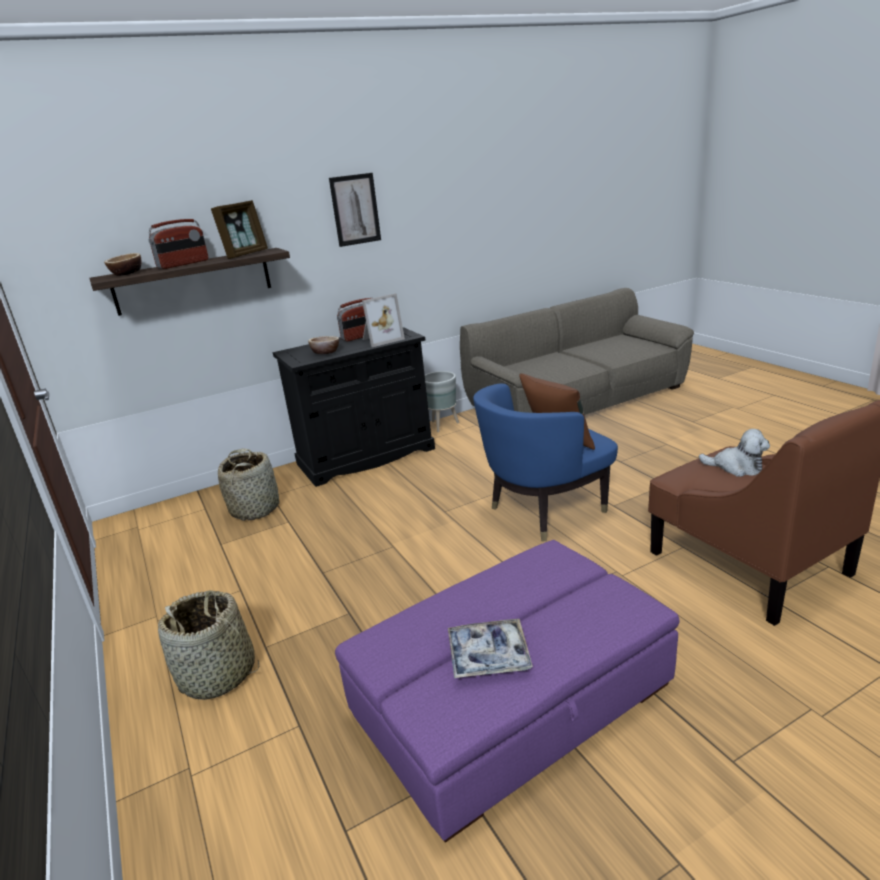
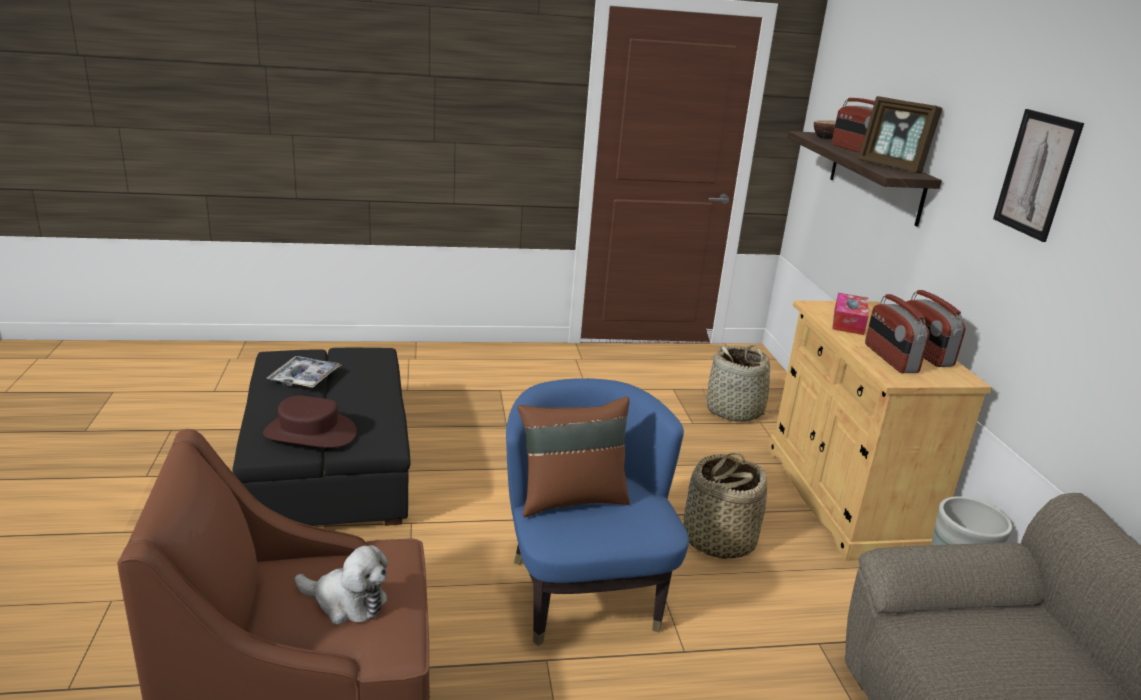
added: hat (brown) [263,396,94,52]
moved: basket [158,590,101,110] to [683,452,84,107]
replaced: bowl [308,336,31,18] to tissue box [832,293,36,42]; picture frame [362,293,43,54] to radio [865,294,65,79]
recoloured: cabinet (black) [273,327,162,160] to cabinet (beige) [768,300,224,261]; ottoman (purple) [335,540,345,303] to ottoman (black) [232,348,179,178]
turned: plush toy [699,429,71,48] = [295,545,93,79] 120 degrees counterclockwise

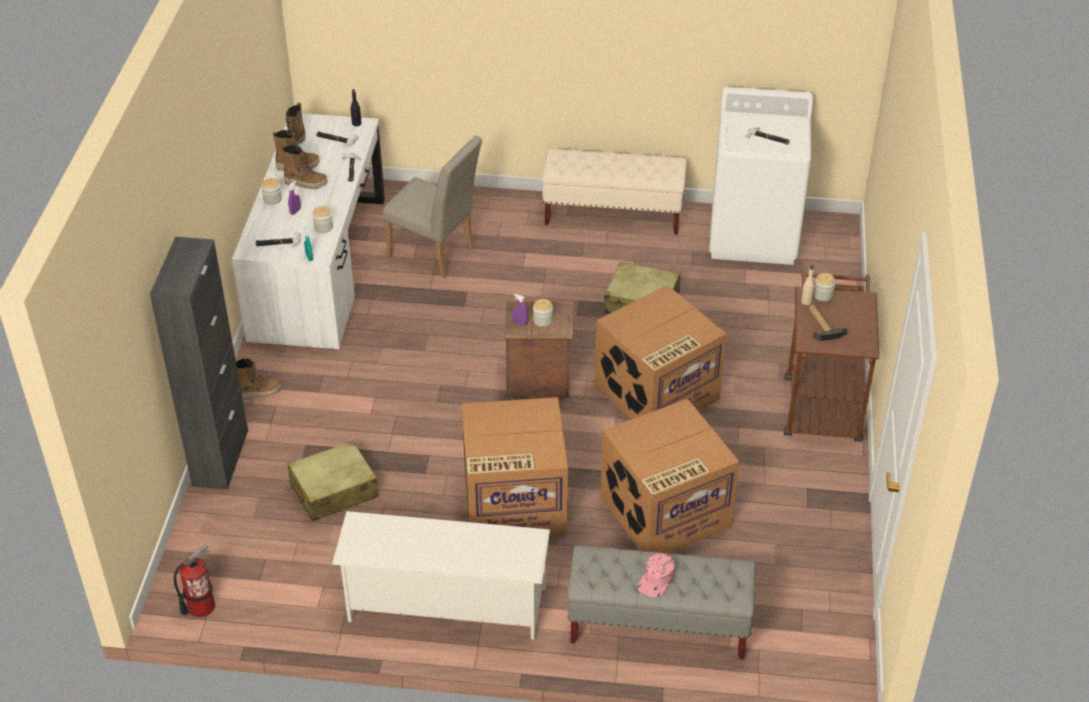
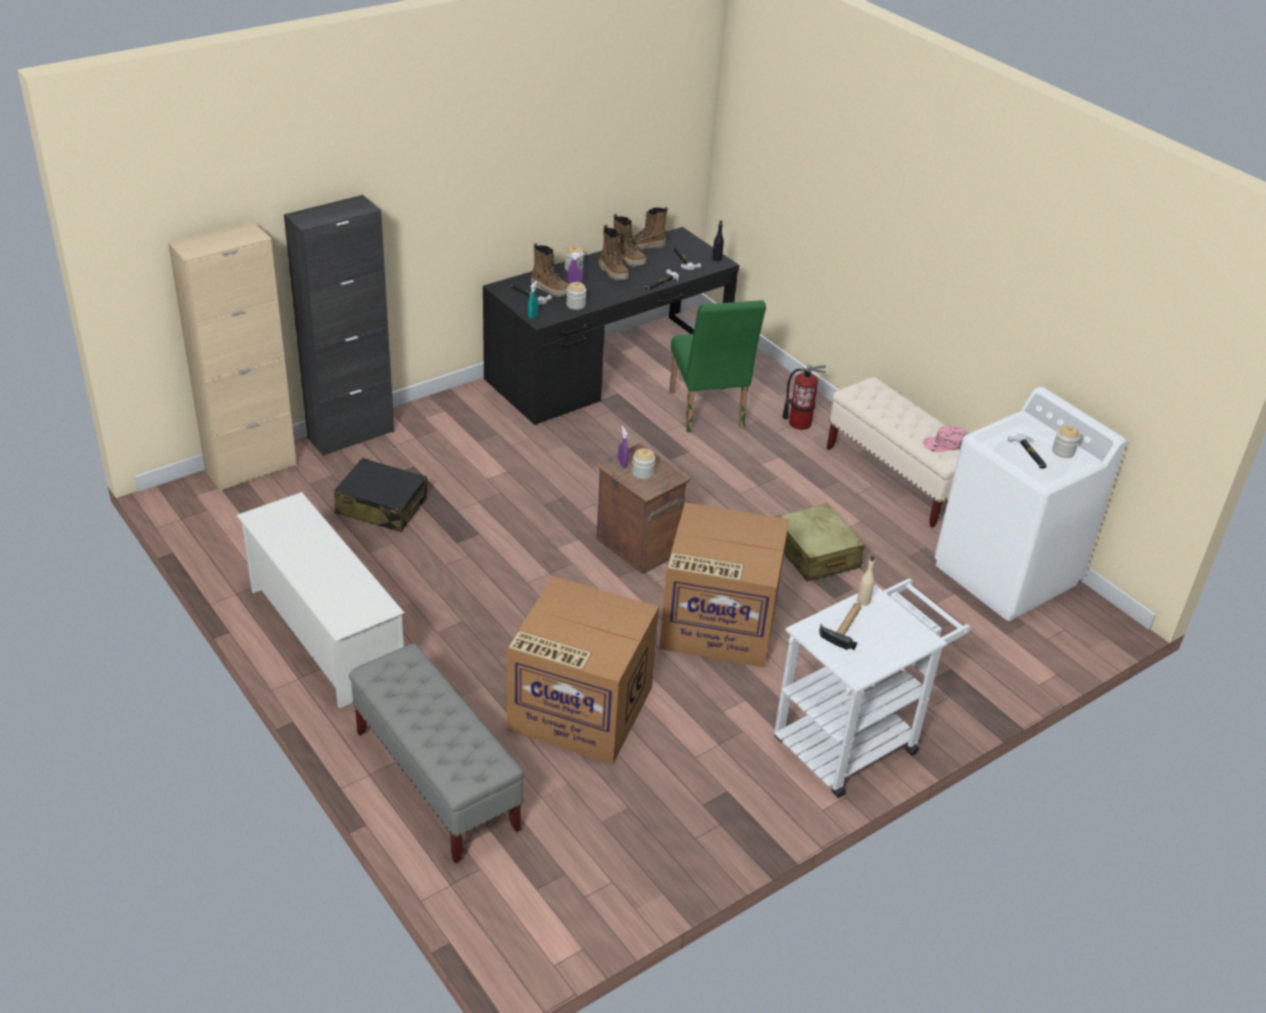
removed: cardboard box [462,397,106,138]
added: cabinet (beige) [168,222,129,269]
moved: fire extinguisher [174,544,41,73] to [782,365,44,65]; boot [236,358,46,42] to [531,243,38,54]; cap (pink) [638,553,37,44] to [923,425,44,27]; jar [813,273,23,28] to [1052,426,28,32]
recoloured: desk (white) [232,113,153,236] to desk (black) [483,227,256,198]; suitcase (beige) [288,441,91,80] to suitcase (black) [334,458,93,74]; chair (beige) [383,136,99,142] to chair (green) [669,300,97,133]; cart (brown) [784,269,95,173] to cart (white) [774,579,197,219]

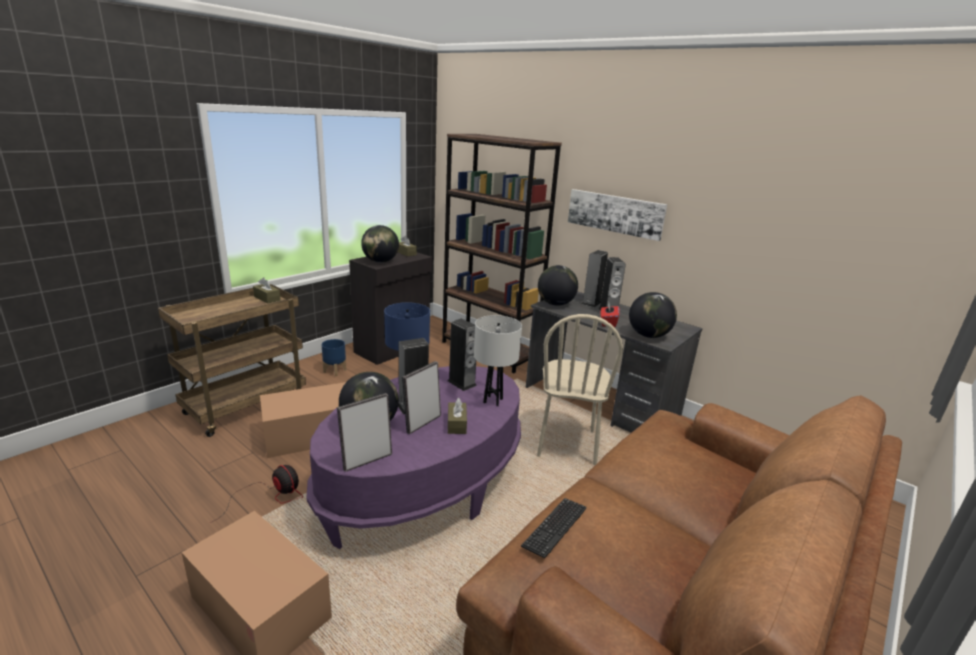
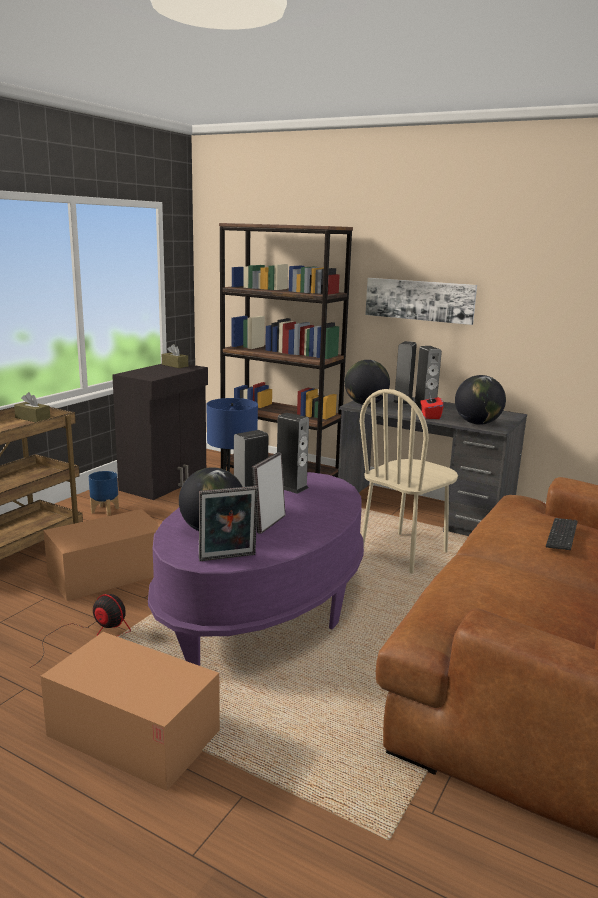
removed: globe [361,225,38,38]; tissue box (brown) [448,398,19,36]; table lamp (white) [474,315,48,91]
moved: keyboard [521,498,66,60] to [546,518,32,32]
turned: picture frame [337,393,55,79] = [199,486,59,75] 150 degrees counterclockwise; chair (beige) [537,314,86,151] = [360,389,98,185] 45 degrees clockwise

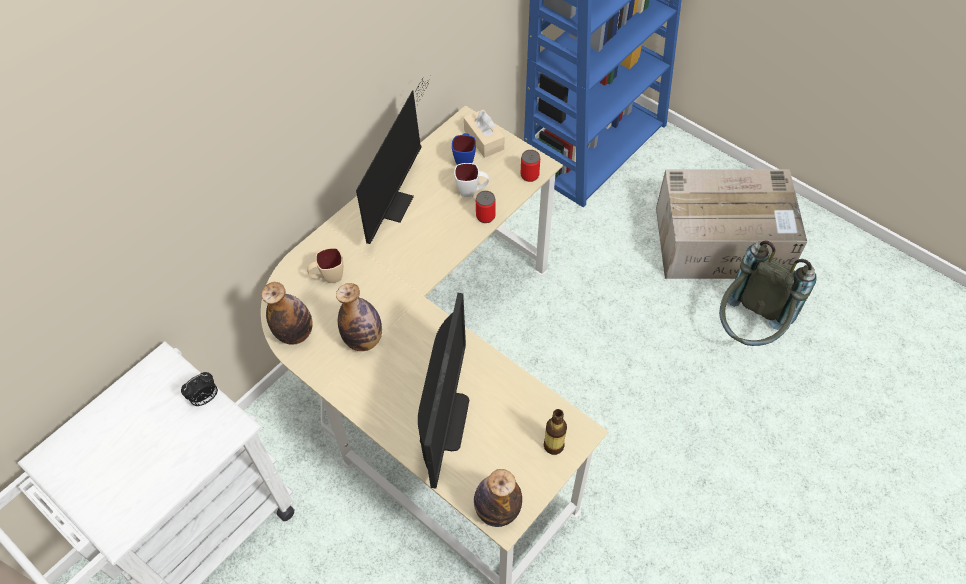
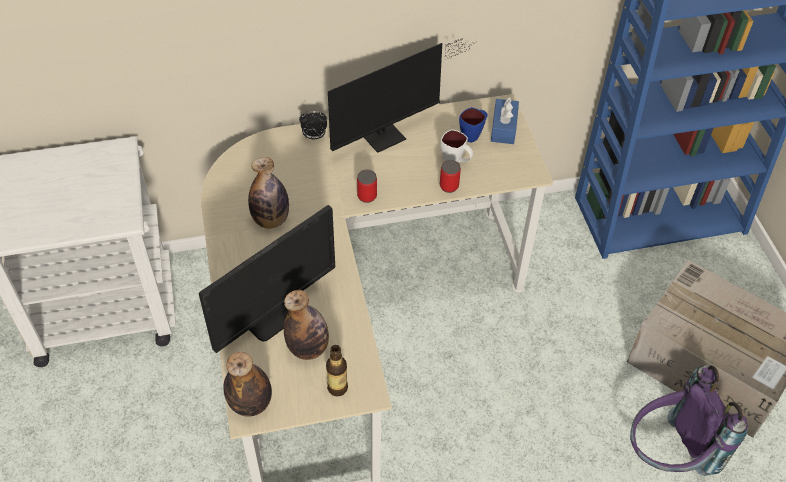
removed: mug (beige) [307,248,36,35]
moved: alarm clock [181,372,37,34] to [299,111,28,28]; bottle [261,282,52,63] to [284,290,45,70]; can [520,150,20,32] to [357,170,20,33]
recoloured: tissue box (beige) [464,109,40,49] to tissue box (blue) [491,98,28,46]; backpack (grey) [719,240,98,106] to backpack (purple) [630,365,118,111]

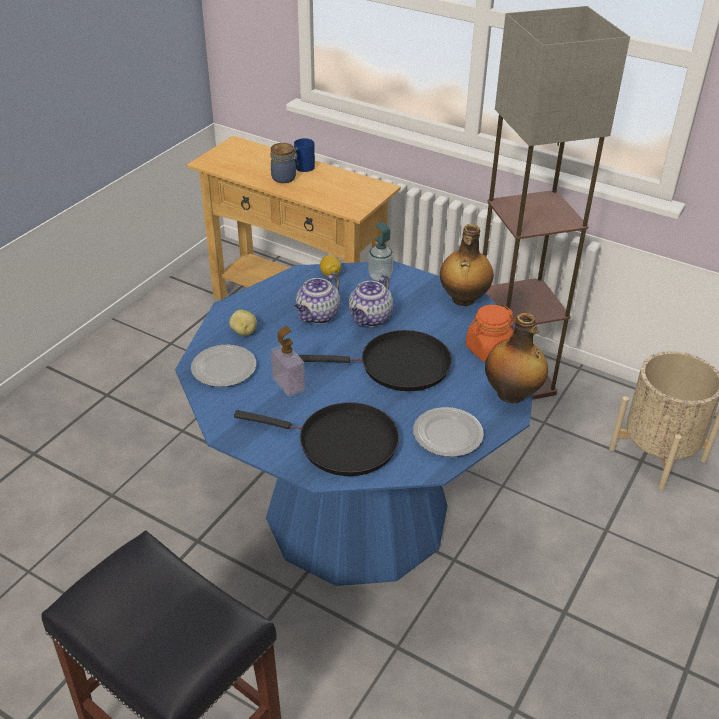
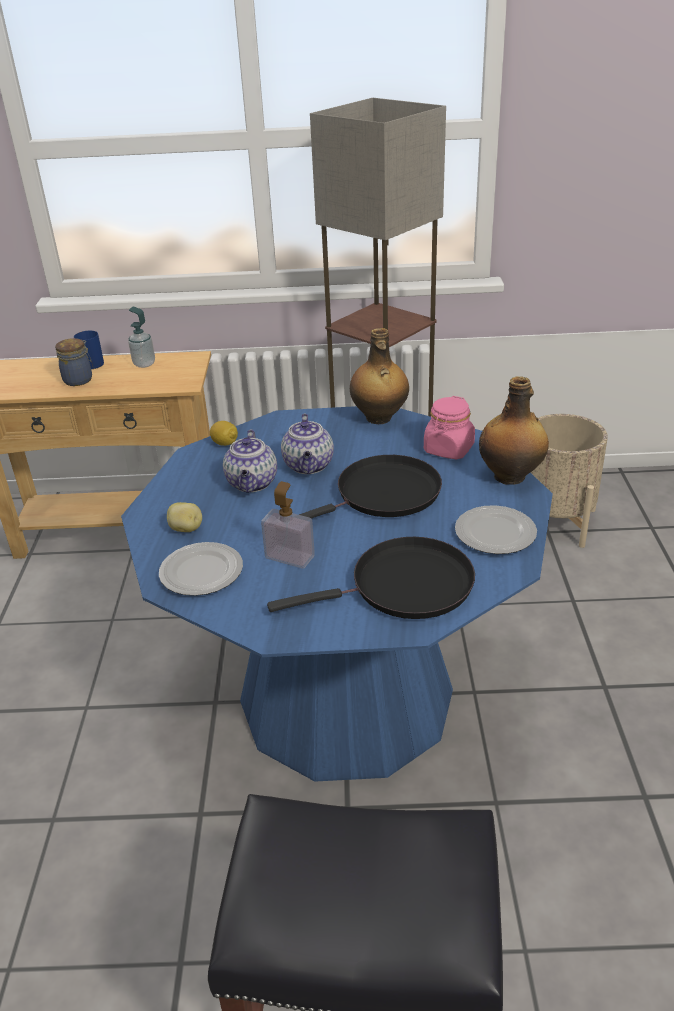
moved: soap dispenser [368,222,25,59] to [128,307,27,61]
recoloured: jar (orange) [466,305,48,57] to jar (pink) [424,396,51,64]

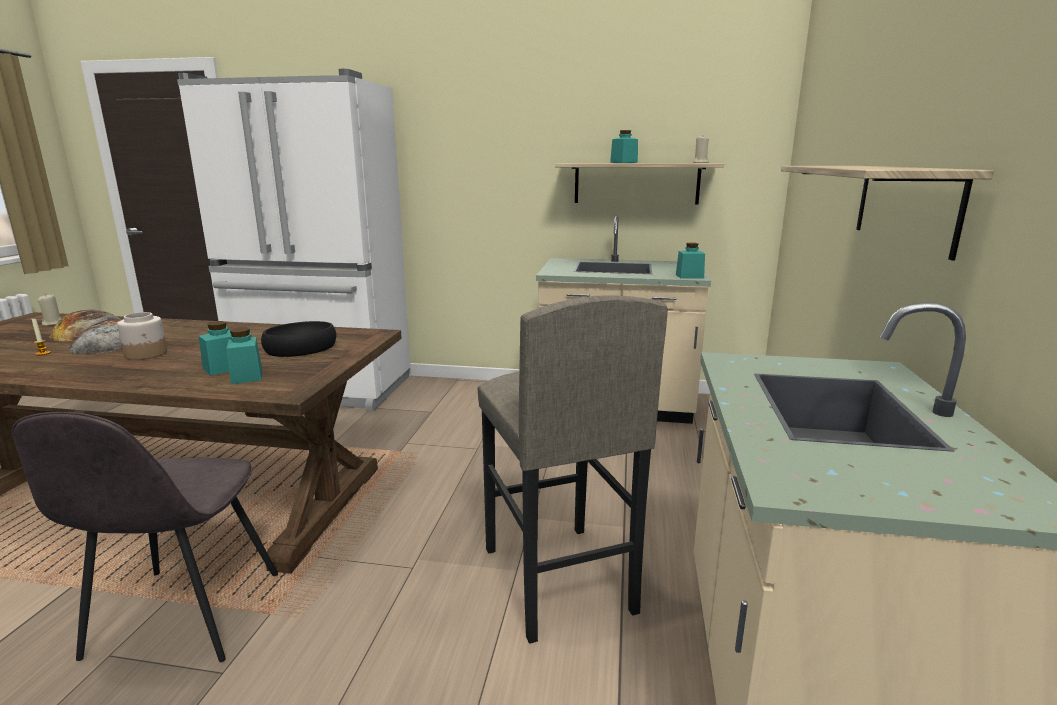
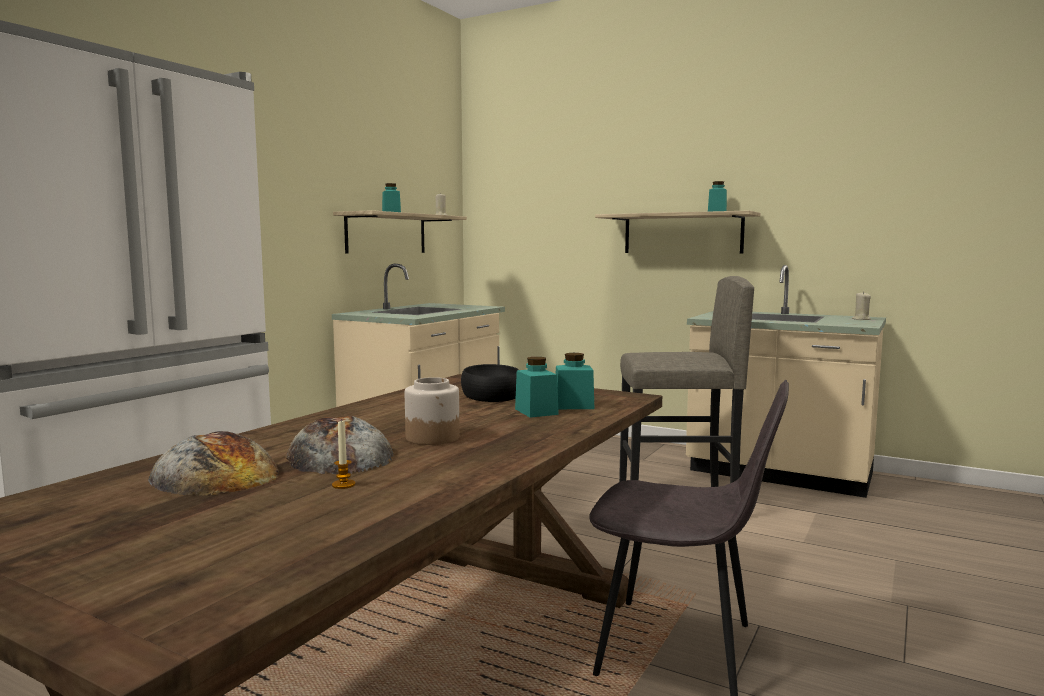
moved: candle (beige) [37,294,24,32] to [852,292,19,28]; jar (turquoise) [676,243,29,36] to [708,181,19,30]

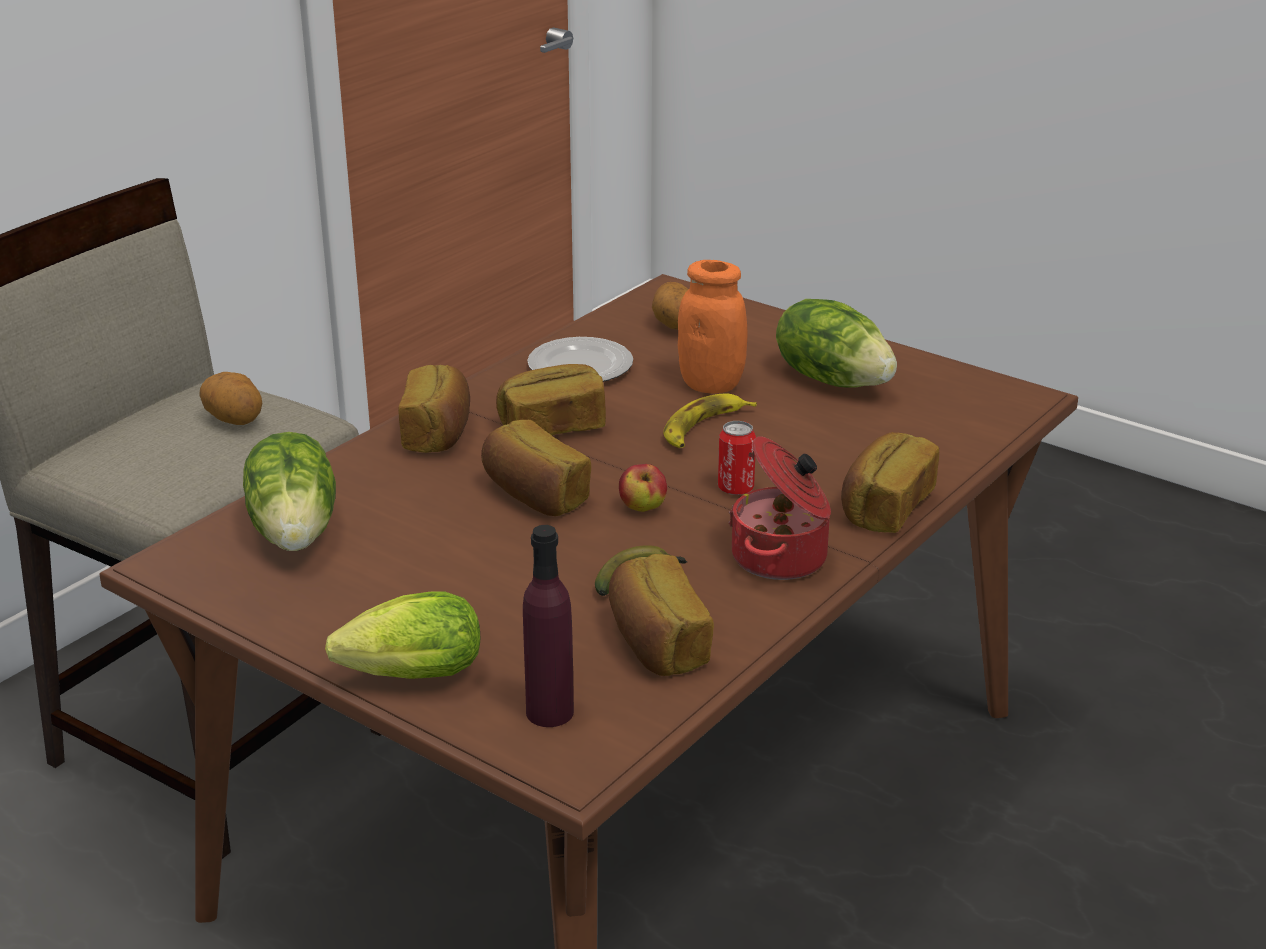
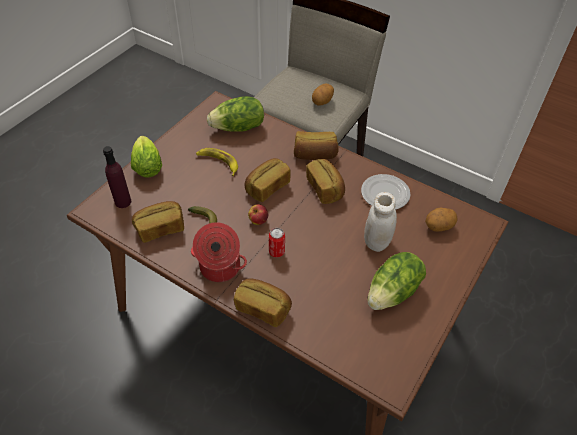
moved: banana [663,393,94,55] to [196,148,42,28]
recoloured: jar (orange) [678,260,70,134] to jar (white) [364,192,33,60]

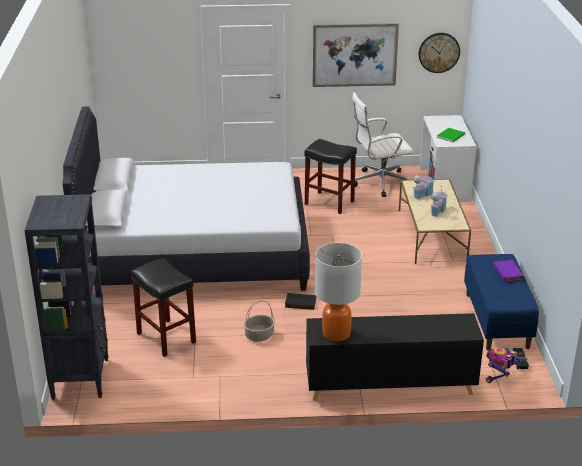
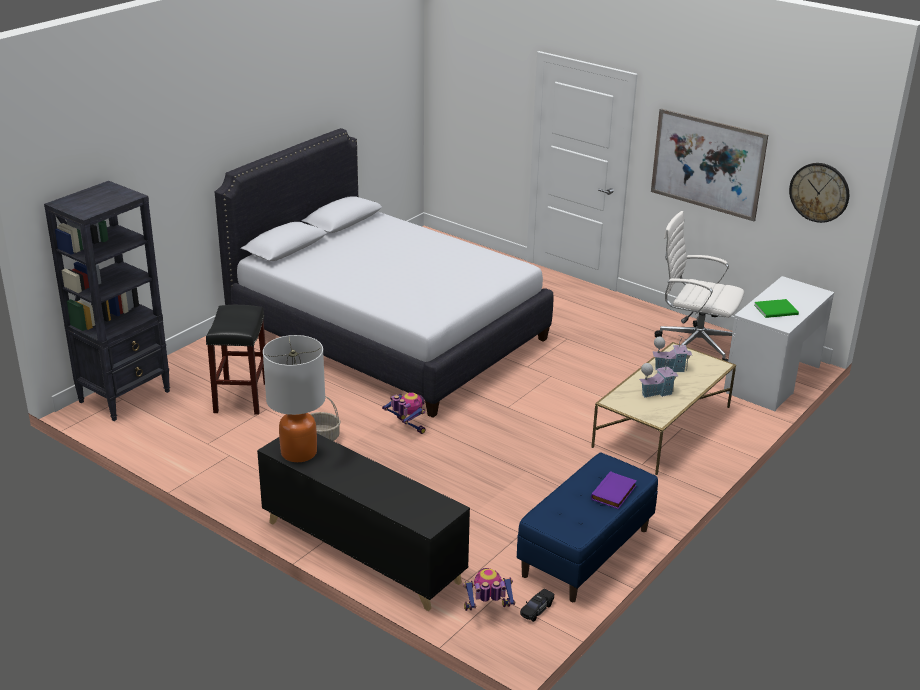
removed: stool (black) [304,139,53,75]
replaced: book (black) [285,293,31,17] to toy robot [382,392,44,42]

